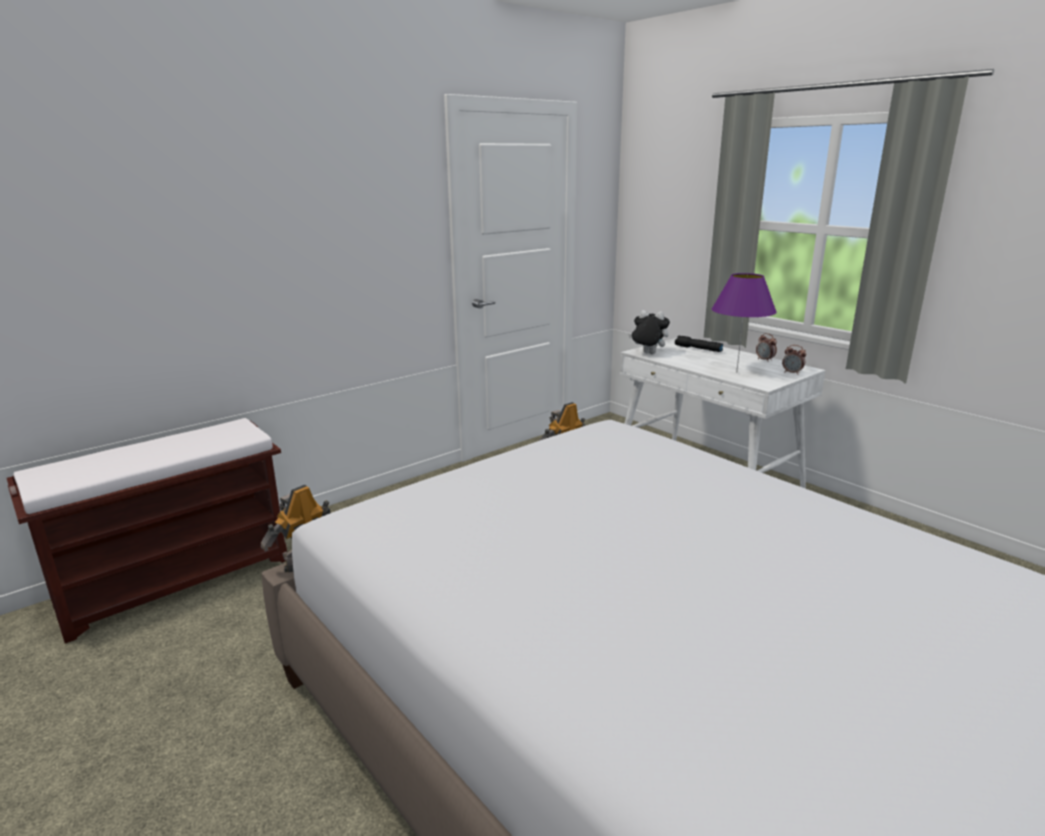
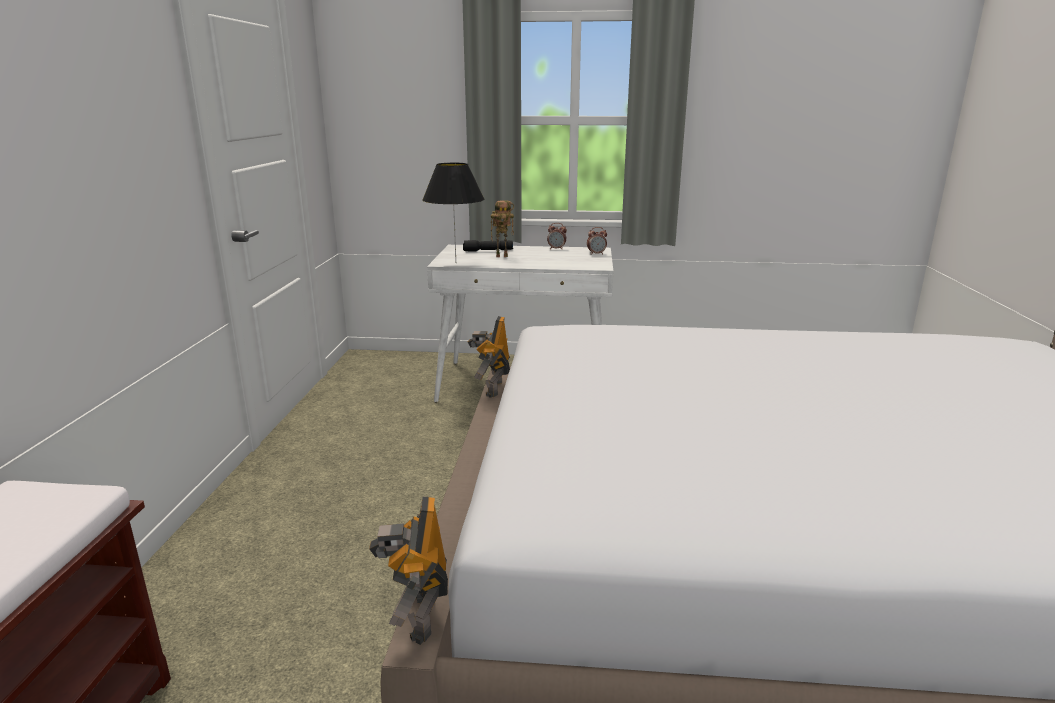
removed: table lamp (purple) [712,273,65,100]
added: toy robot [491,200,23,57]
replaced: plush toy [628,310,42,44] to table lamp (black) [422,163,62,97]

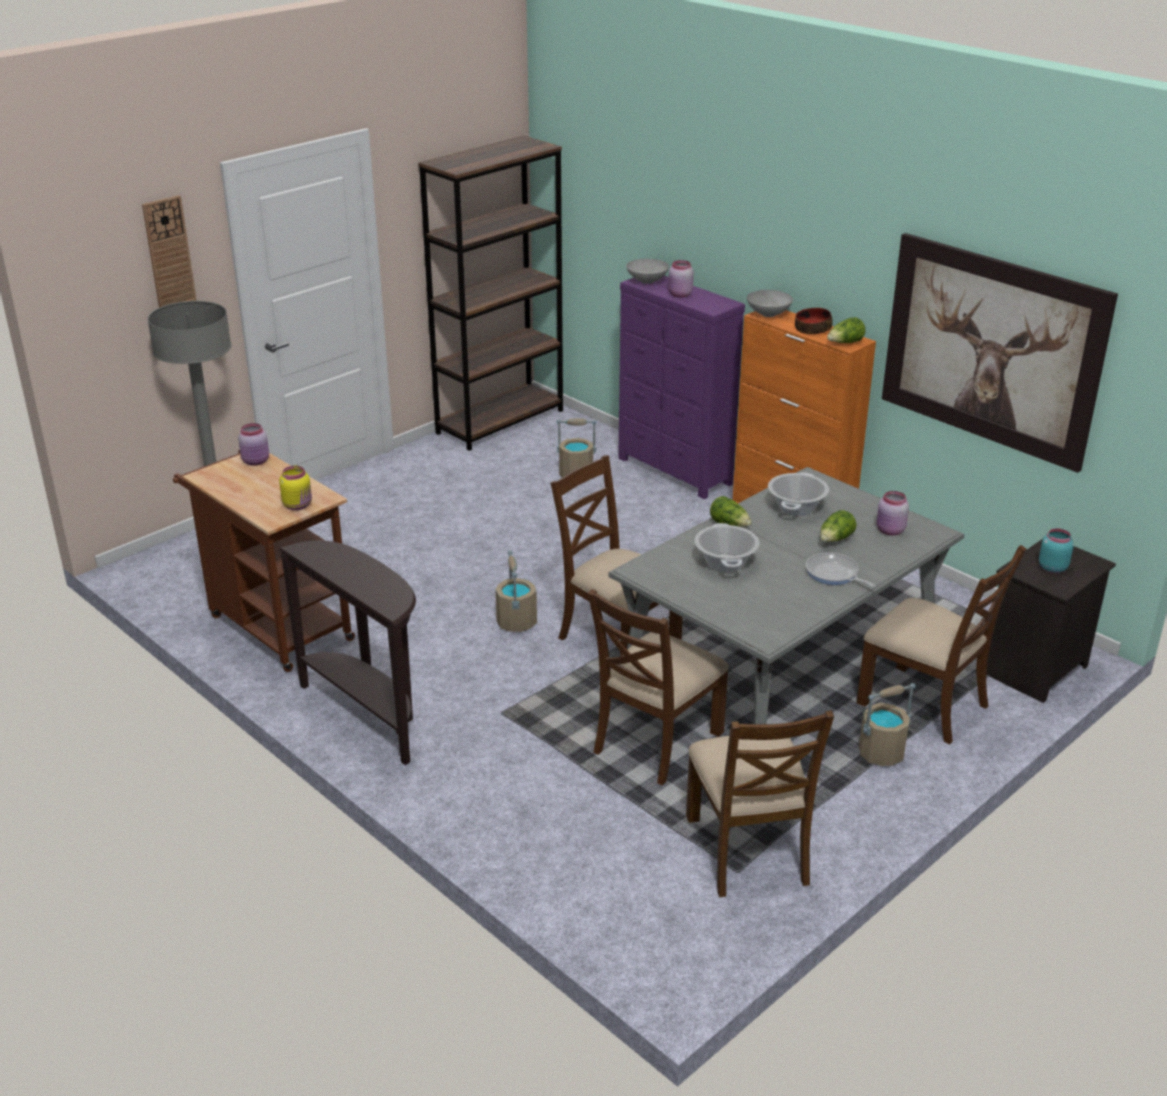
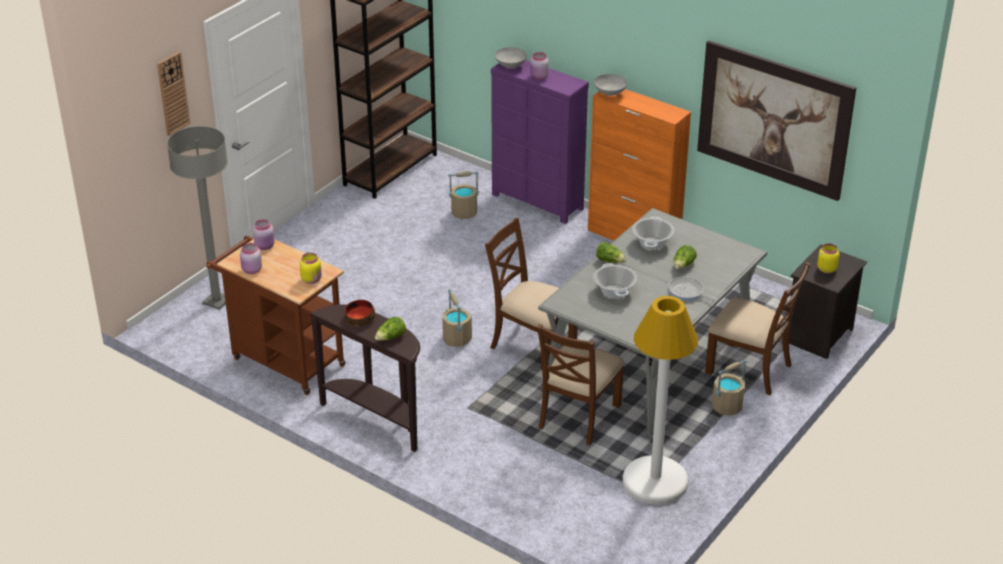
moved: bowl [795,308,38,26] to [345,300,30,26]; lettuce [827,317,39,26] to [375,317,31,24]; jar (pink) [876,491,33,44] to [240,243,22,31]
replaced: chair (brown) [686,710,148,187] to floor lamp (white) [623,296,75,209]
recoloured: jar (turquoise) [1039,528,35,45] to jar (yellow) [817,243,22,30]

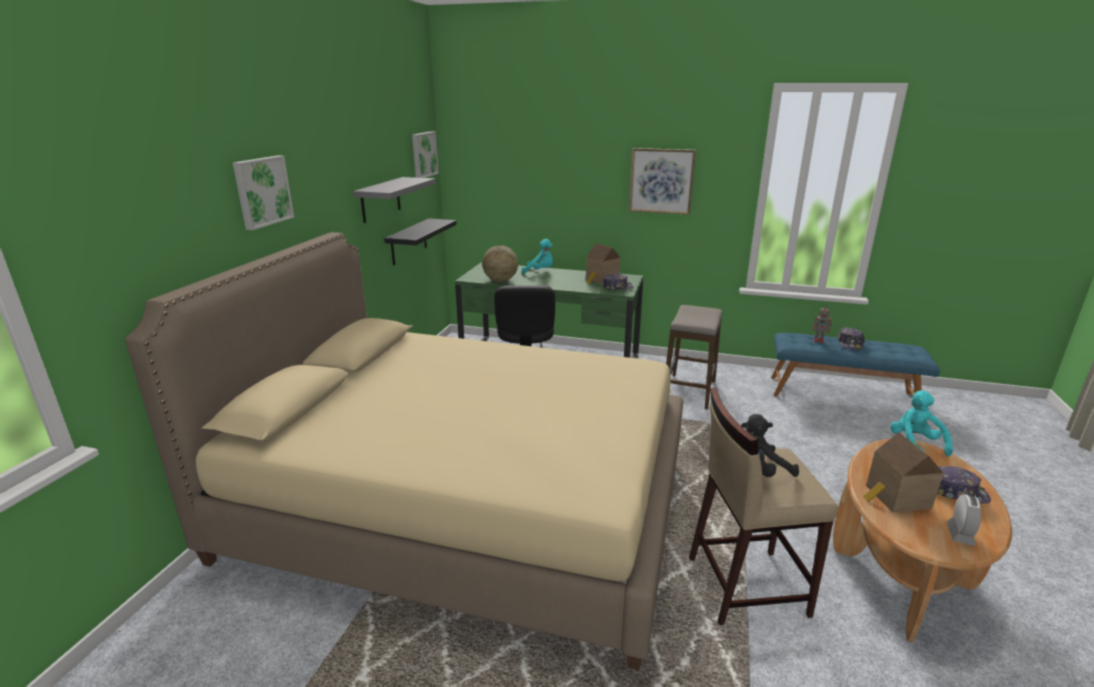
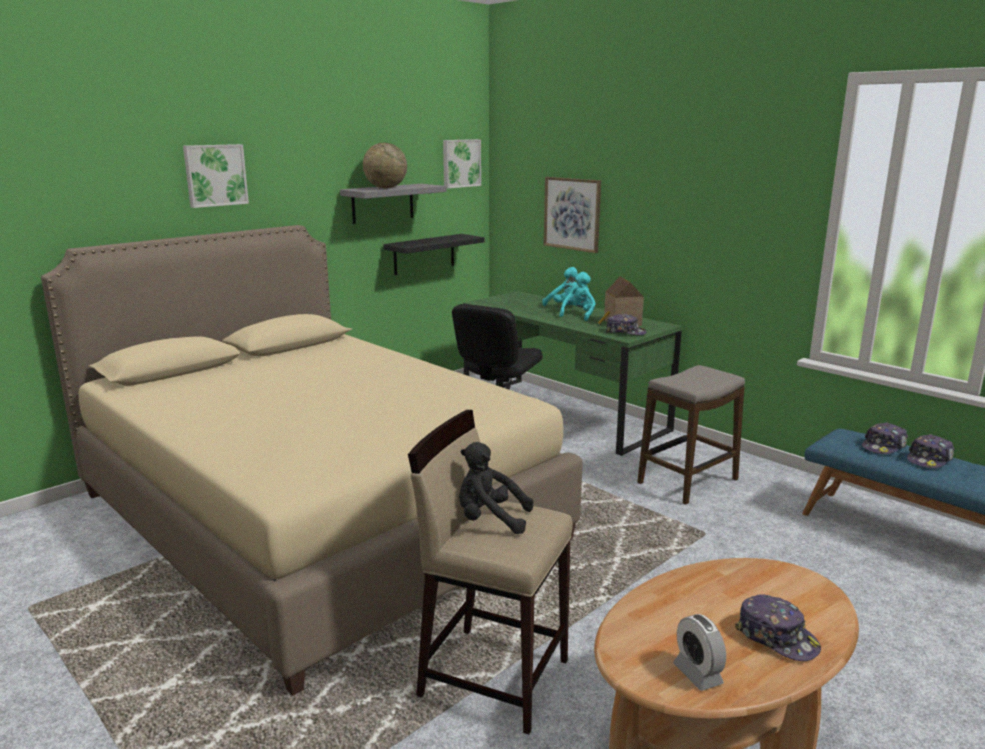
removed: toy house [863,432,81,80]
moved: globe [482,245,36,37] to [363,143,44,45]; picture [629,148,67,67] to [544,177,57,76]; plush toy (turquoise) [890,390,63,67] to [559,272,37,49]
replaced: toy robot [813,305,19,38] to cap [862,422,46,32]
turned: alarm clock [947,494,34,52] = [673,614,53,77] 105 degrees clockwise

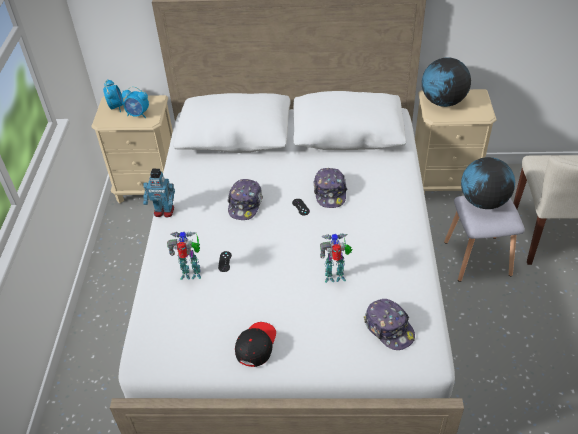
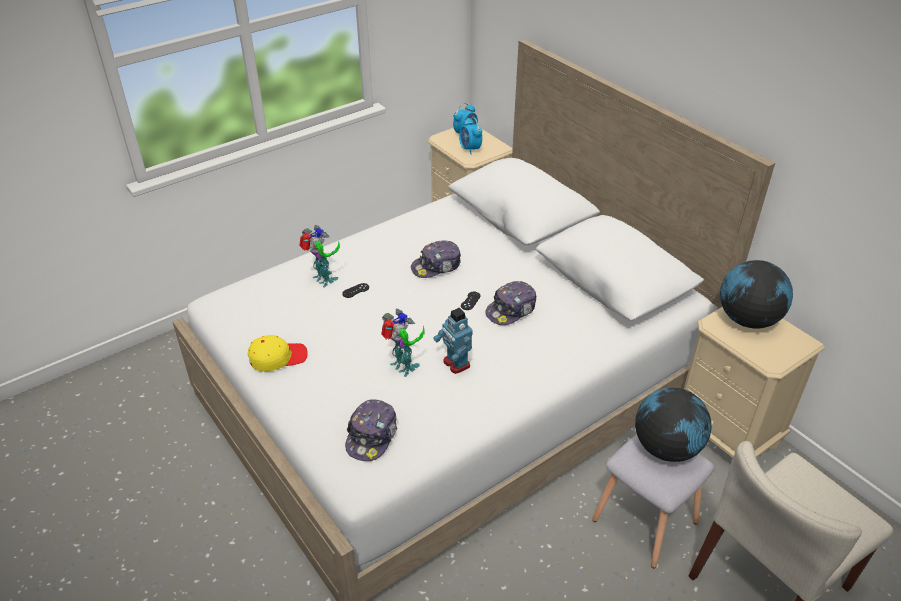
moved: toy robot [143,169,32,48] to [433,308,40,66]
recoloured: cap (black) [235,322,41,45] to cap (yellow) [248,335,60,37]

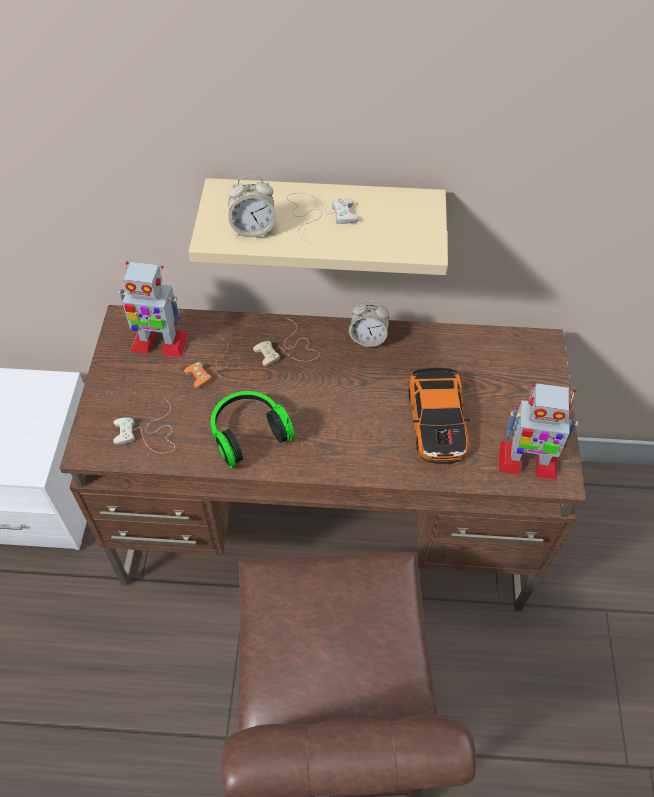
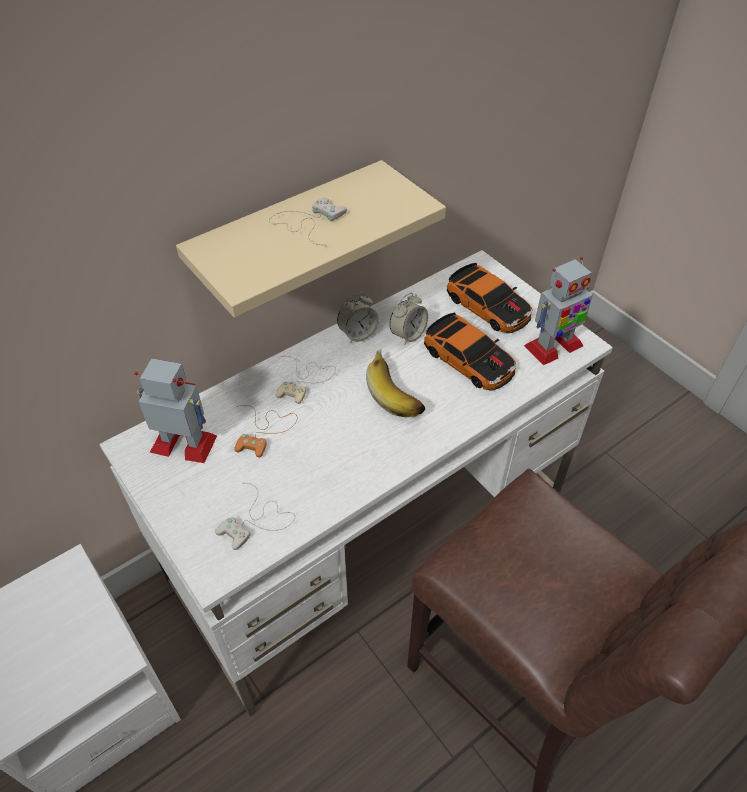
removed: headphones [211,391,84,78]
added: banana [366,349,59,68]; toy car [447,263,85,70]
moved: alarm clock [228,175,48,62] to [389,293,39,52]
recoloured: desk (brown) [60,305,526,307] to desk (white) [100,250,513,466]
turned: toy robot [118,261,71,97] = [134,359,83,104] 135 degrees counterclockwise

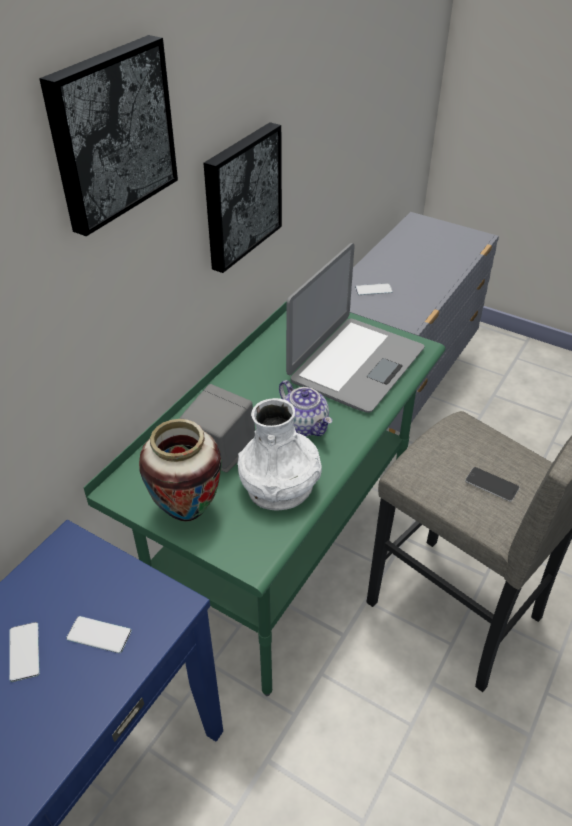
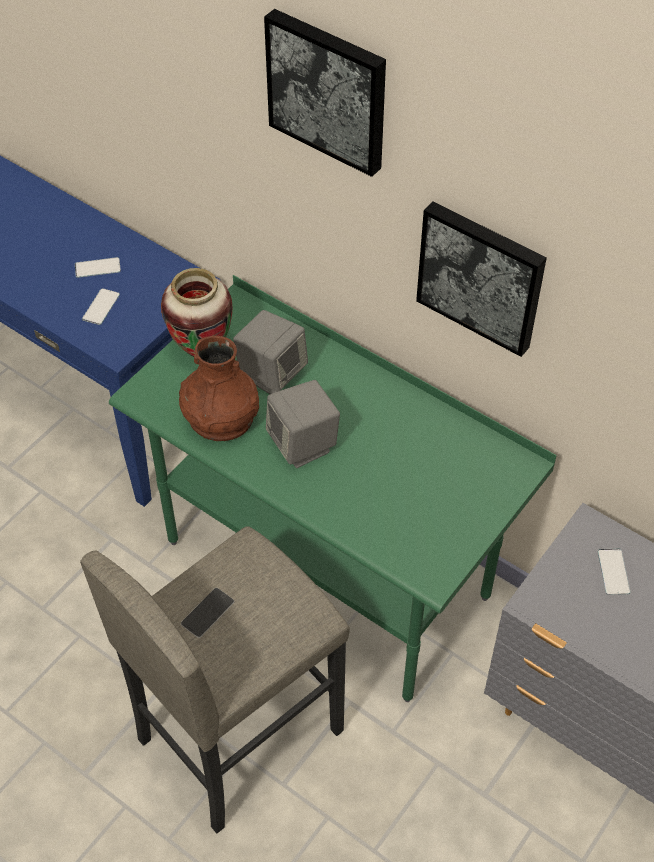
removed: laptop [286,243,138,170]
replaced: teapot [279,380,53,56] to speaker (grey) [266,380,74,88]
recoloured: vase (white) [237,398,85,112] to vase (brown) [179,336,80,105]

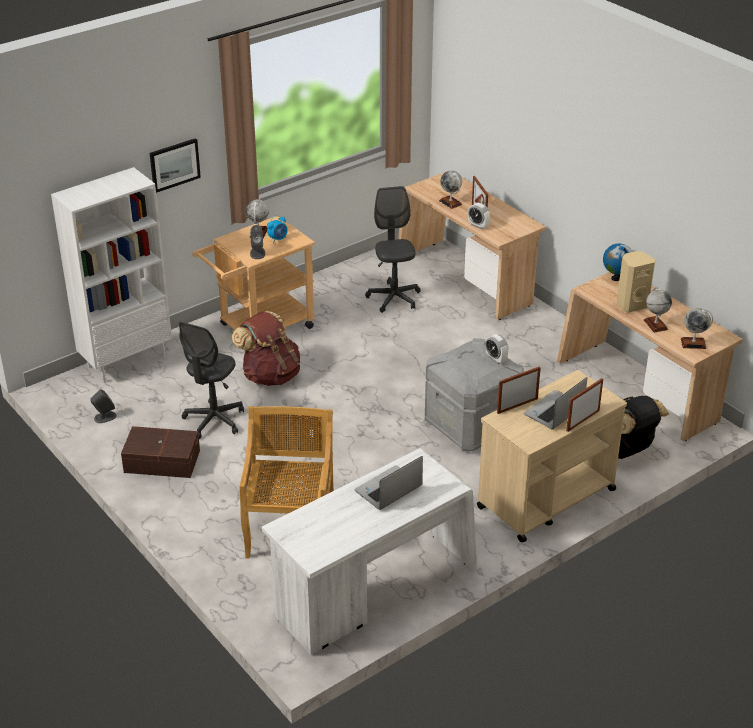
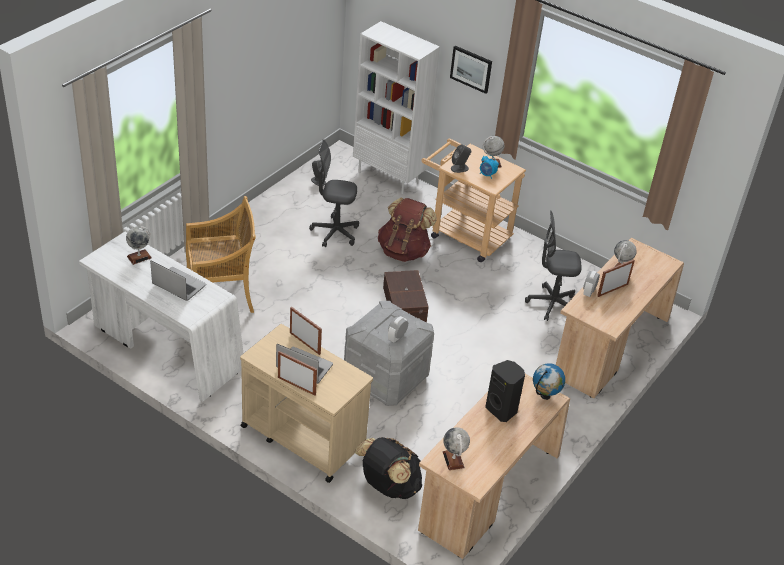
moved: storage box (brown) [121,426,79,52] to [383,270,46,52]; globe [644,287,28,46] to [126,226,26,39]
recoloured: speaker (beige) [617,251,38,62] to speaker (black) [485,360,40,62]
turned: office chair (grey) [365,186,56,127] = [525,210,56,111] 150 degrees counterclockwise

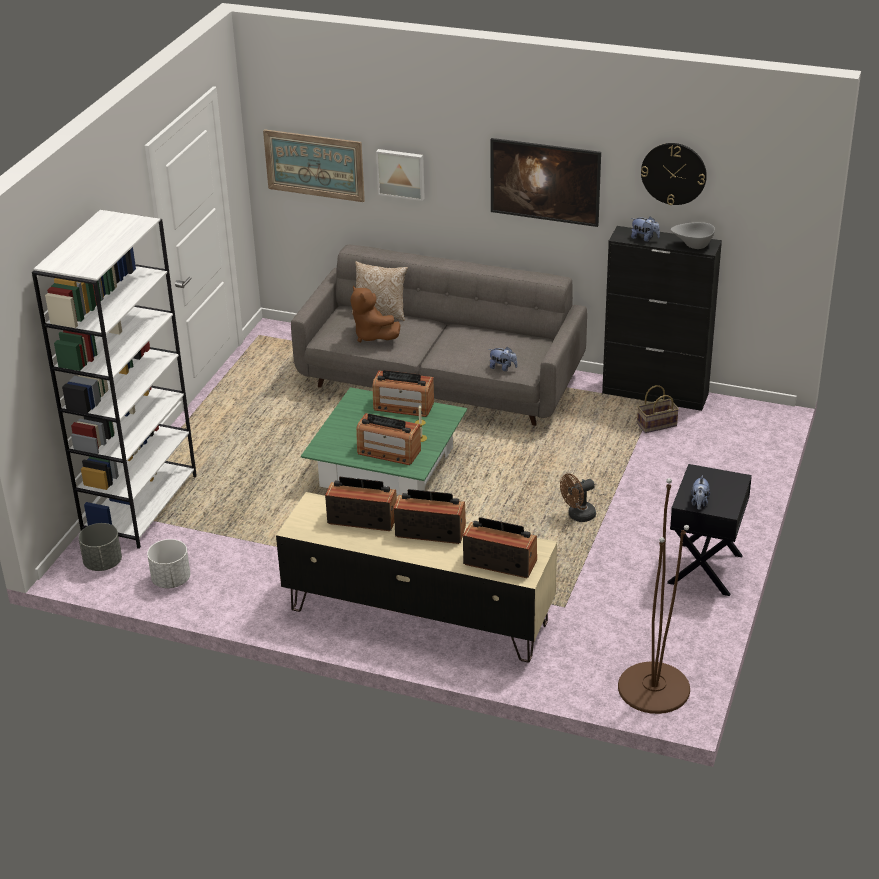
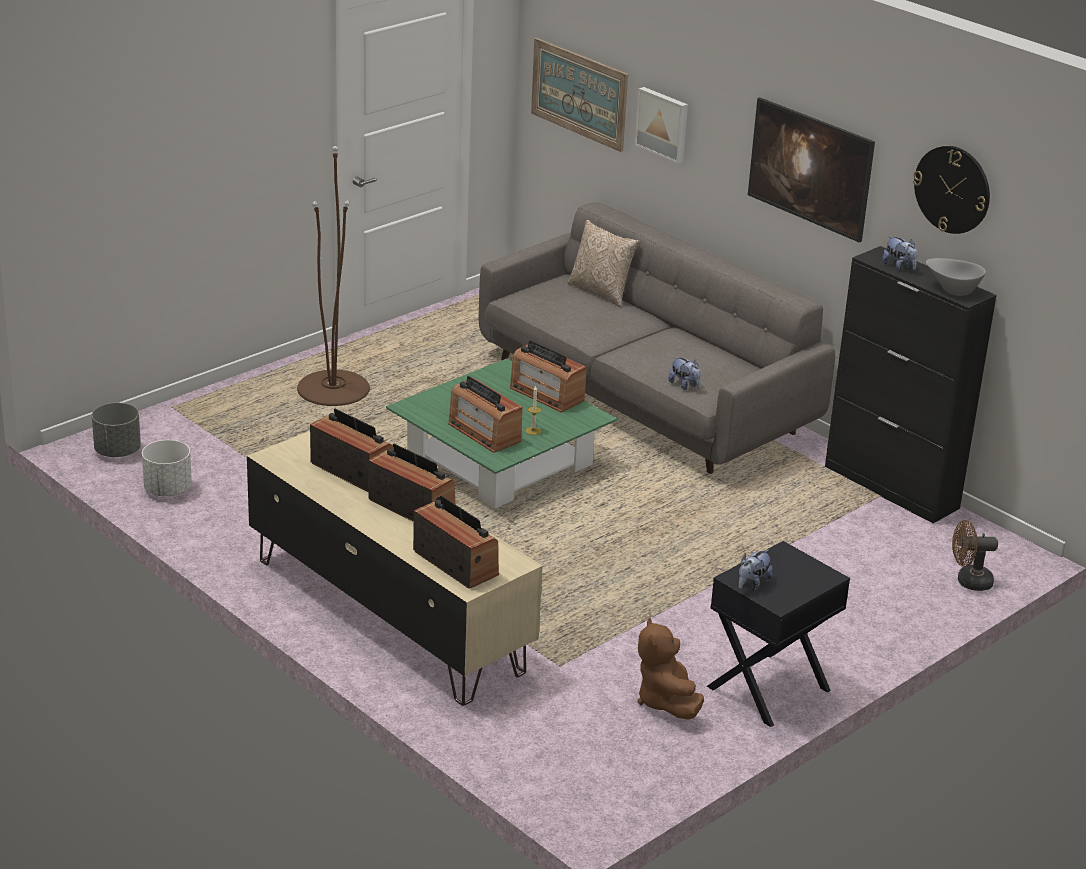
removed: bookcase (white) [32,210,165,339]; basket [637,385,42,48]
moved: plush toy (brown) [350,286,50,56] to [638,617,66,103]; fan (brown) [560,473,36,49] to [952,520,46,71]; floor lamp (brown) [618,478,72,236] to [297,146,73,260]

